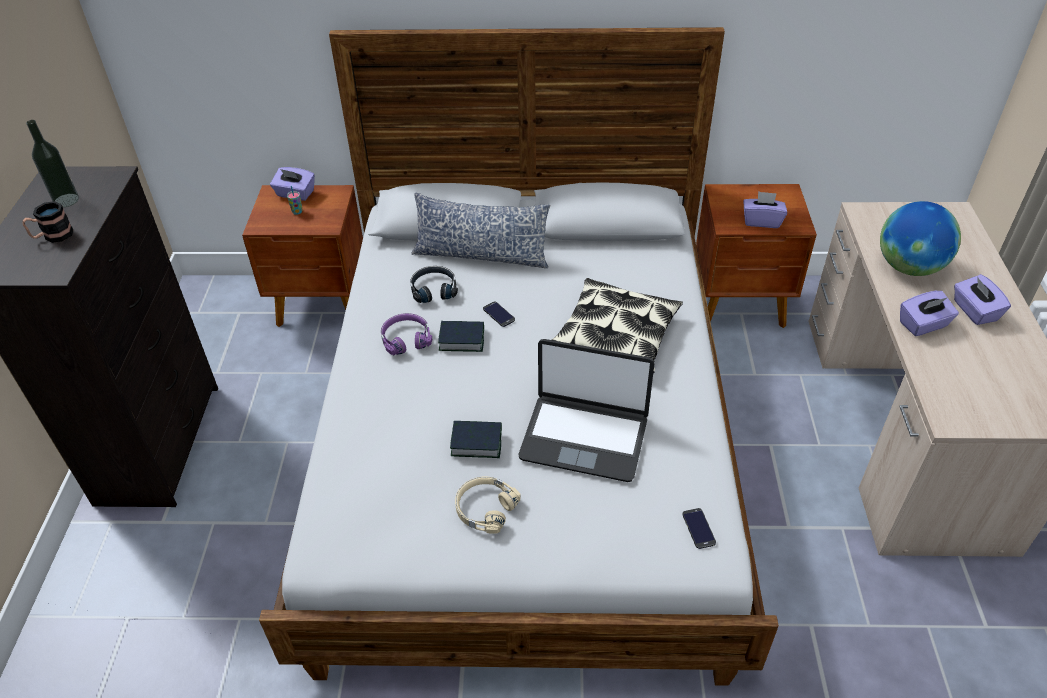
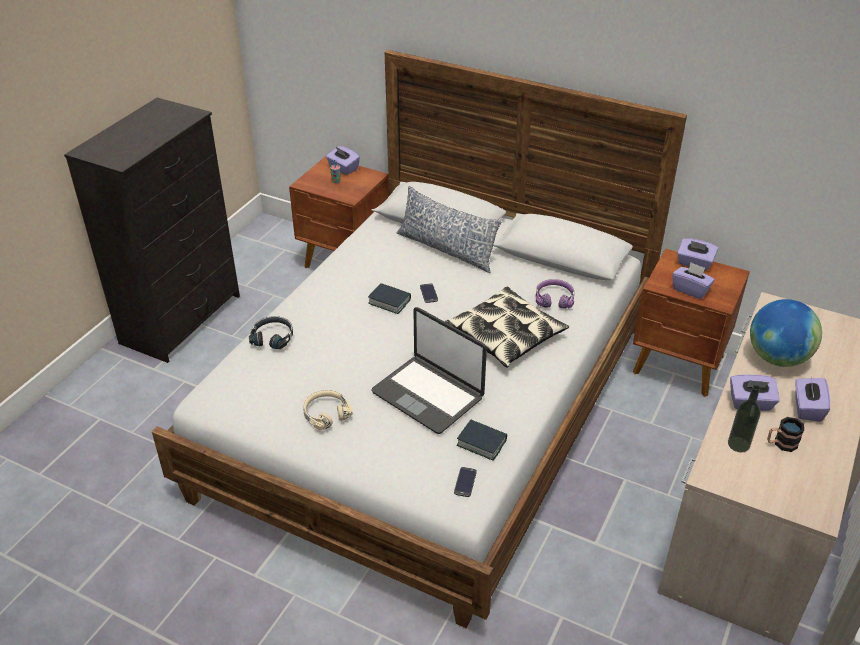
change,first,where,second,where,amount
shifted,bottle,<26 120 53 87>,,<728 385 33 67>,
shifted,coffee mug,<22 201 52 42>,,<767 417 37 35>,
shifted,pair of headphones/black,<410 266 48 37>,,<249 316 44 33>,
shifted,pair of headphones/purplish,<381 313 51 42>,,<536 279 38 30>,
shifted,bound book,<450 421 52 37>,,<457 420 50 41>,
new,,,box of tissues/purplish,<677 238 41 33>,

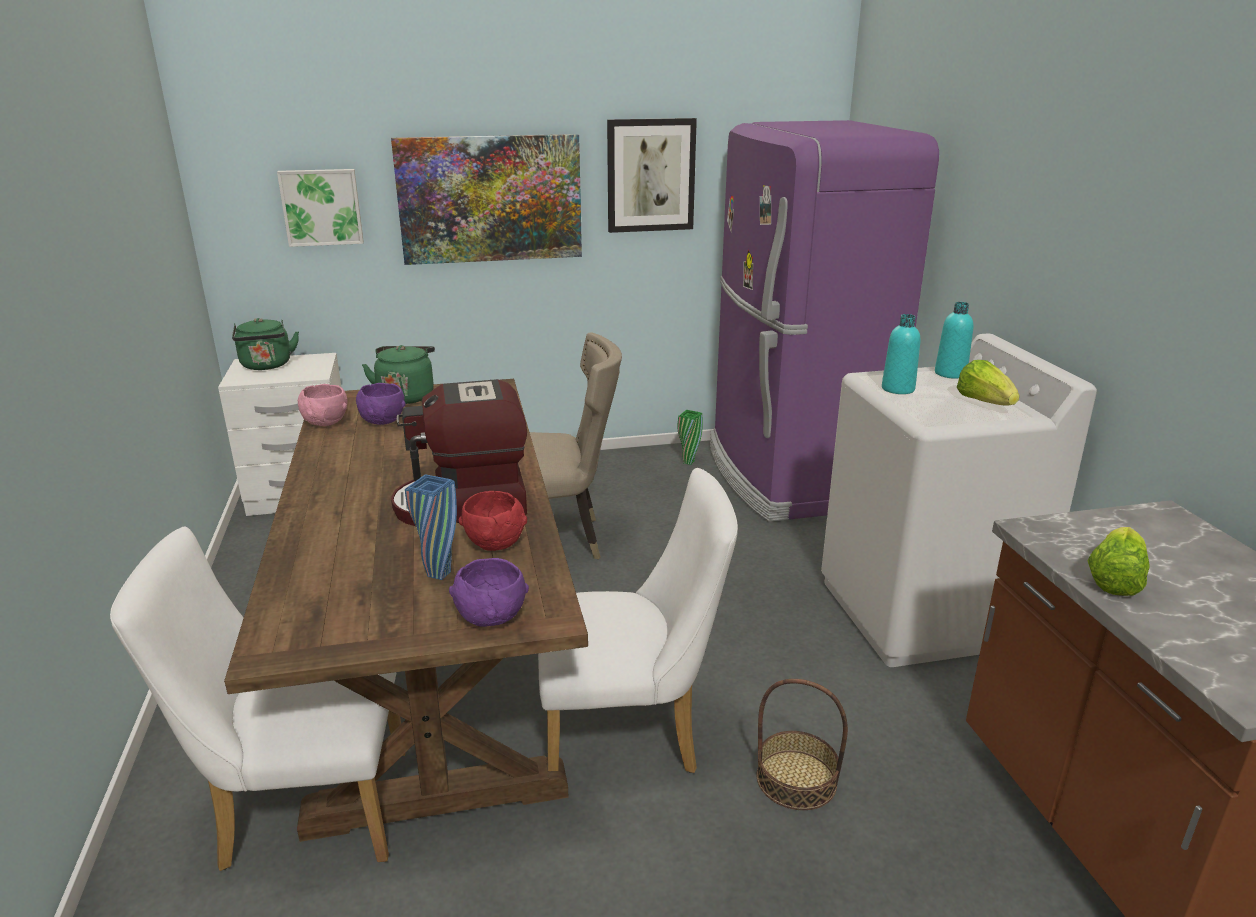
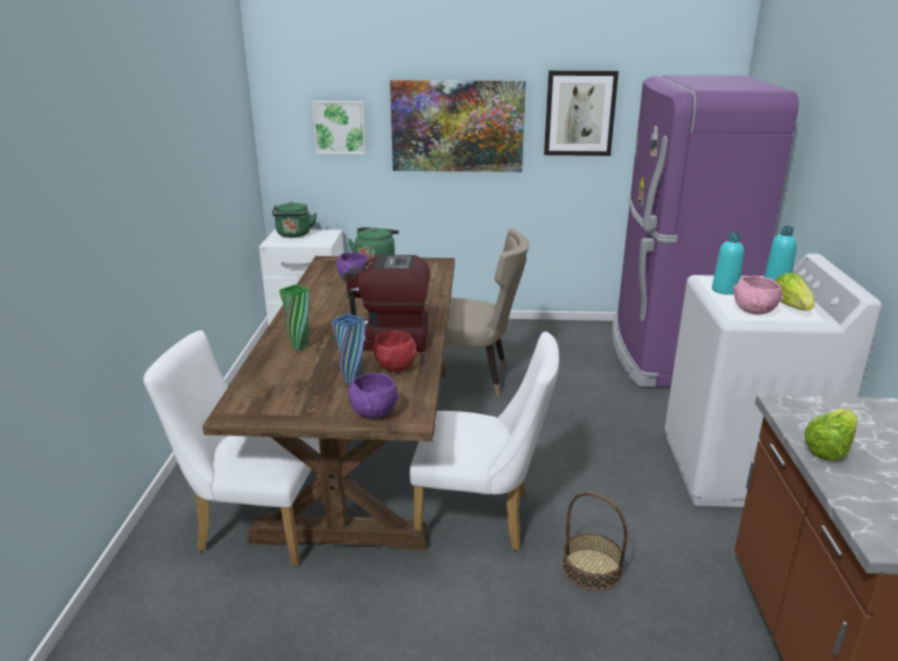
change,first,where,second,where,amount
shifted,deep dish/pink,<298 384 50 42>,,<733 275 51 40>,
shifted,vase/greenish,<678 410 25 55>,,<279 284 30 66>,

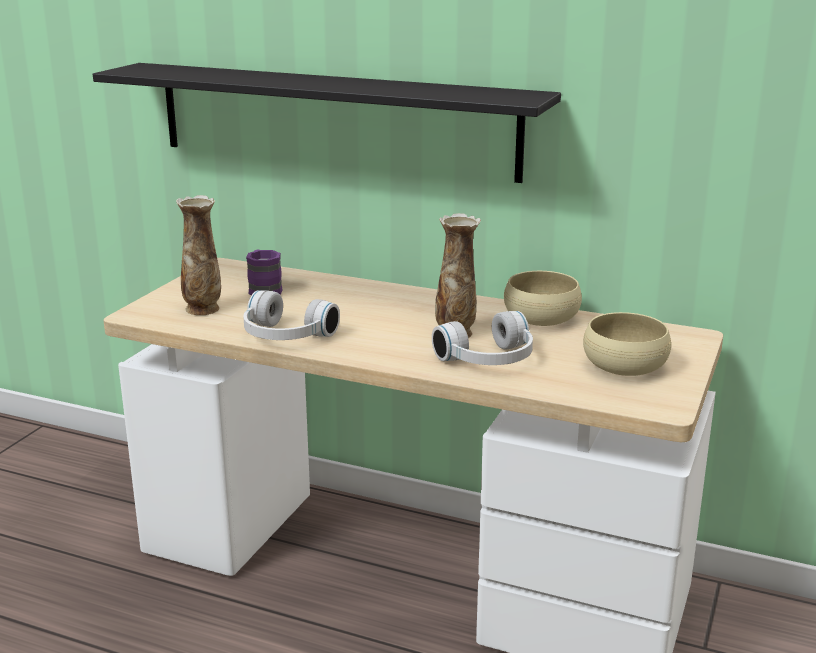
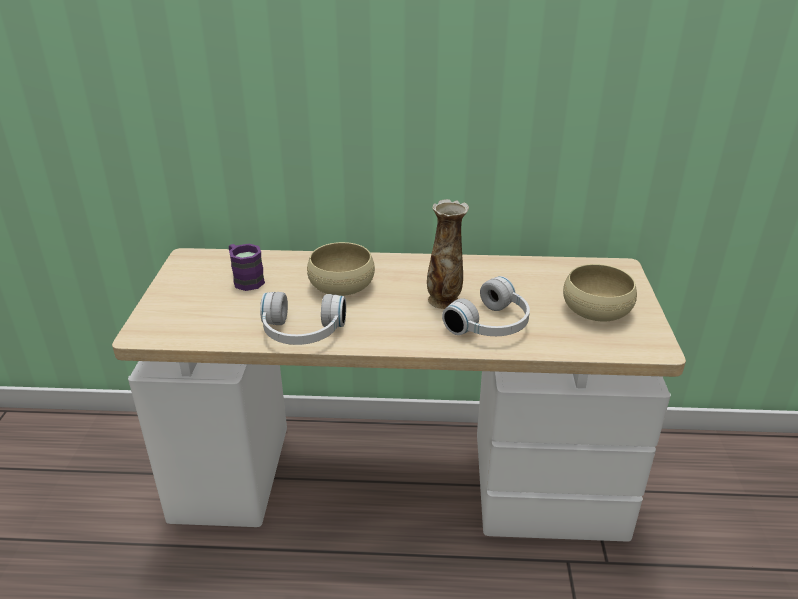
change,first,where,second,where,amount
gone,wall shelf/black,<93 63 468 120>,,,
gone,vase,<176 195 45 120>,,,
shifted,deep dish/sand-coloured,<504 271 78 55>,,<307 242 68 54>,

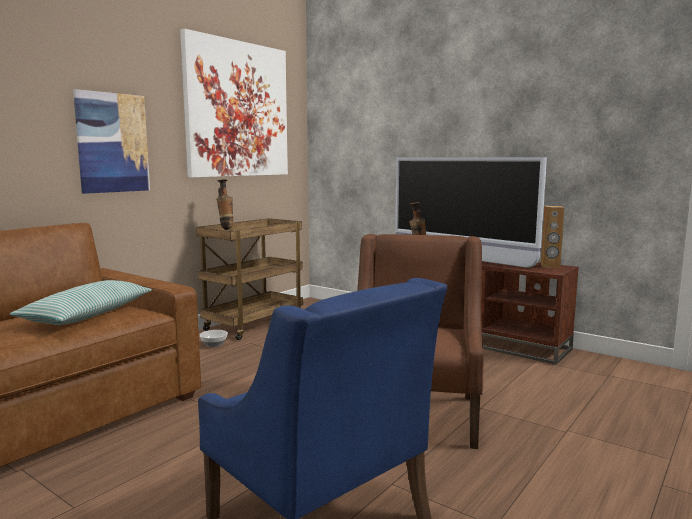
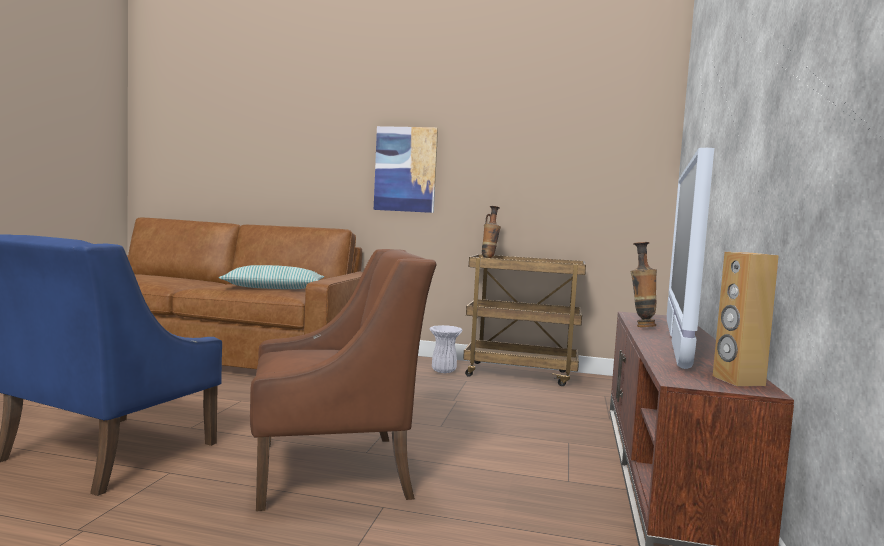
change,first,where,second,where,amount
gone,picture,<180 29 108 149>,,,
swapped,deep dish,<199 330 29 17>,vase/whitish,<430 325 33 48>,

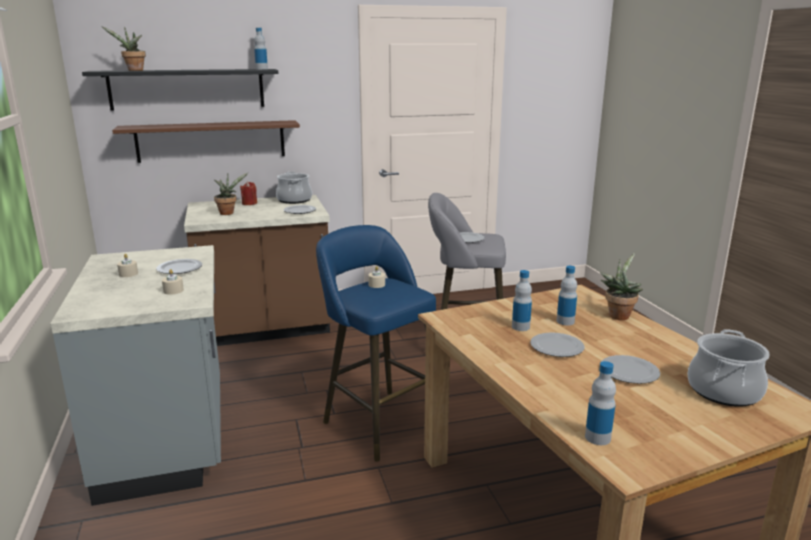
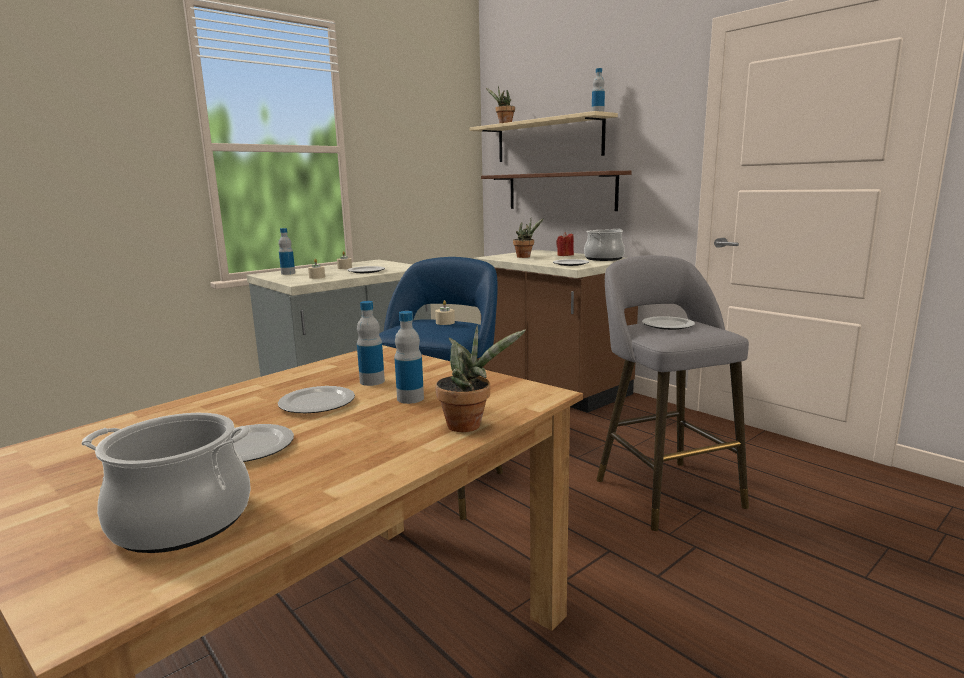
change,first,where,second,where,amount
repainted,wall shelf/black,<82 69 196 42>,wall shelf/sand-coloured,<469 111 149 51>,
shifted,bottle,<585 361 31 84>,,<279 228 16 47>,

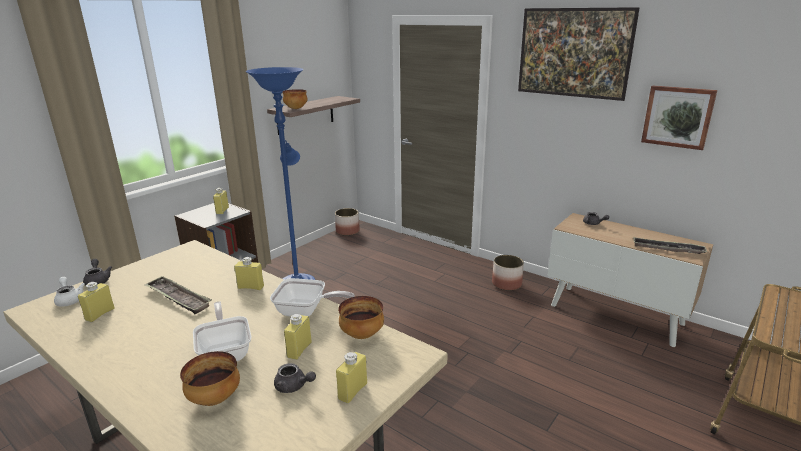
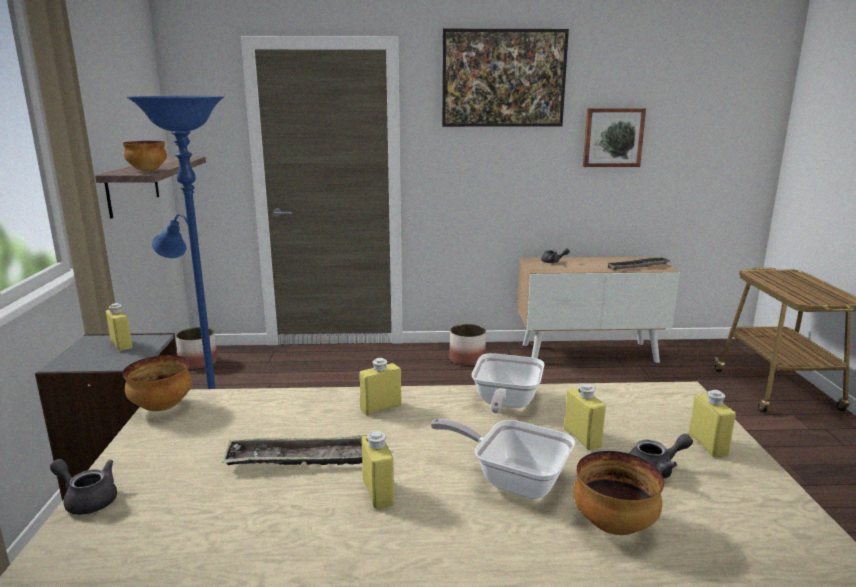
change,first,where,second,where,amount
gone,tea pot/whitish,<54 277 31 30>,,,
rotated,frying pan,<270 278 85 39>,,<472 353 72 61>,135 degrees clockwise
shifted,bottle/yellowish,<78 282 37 40>,,<362 431 32 78>,
shifted,deep dish,<338 296 46 43>,,<123 355 69 56>,

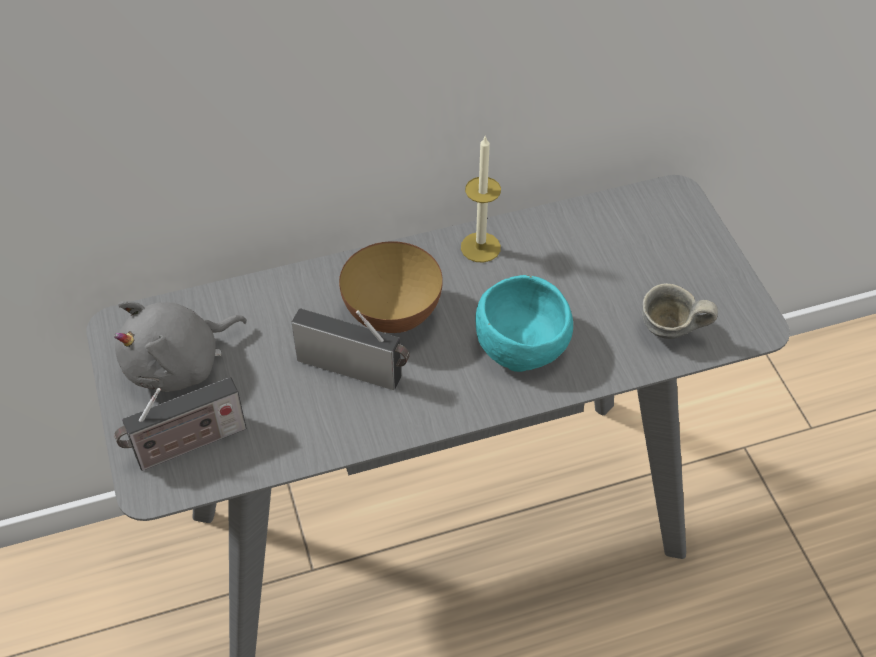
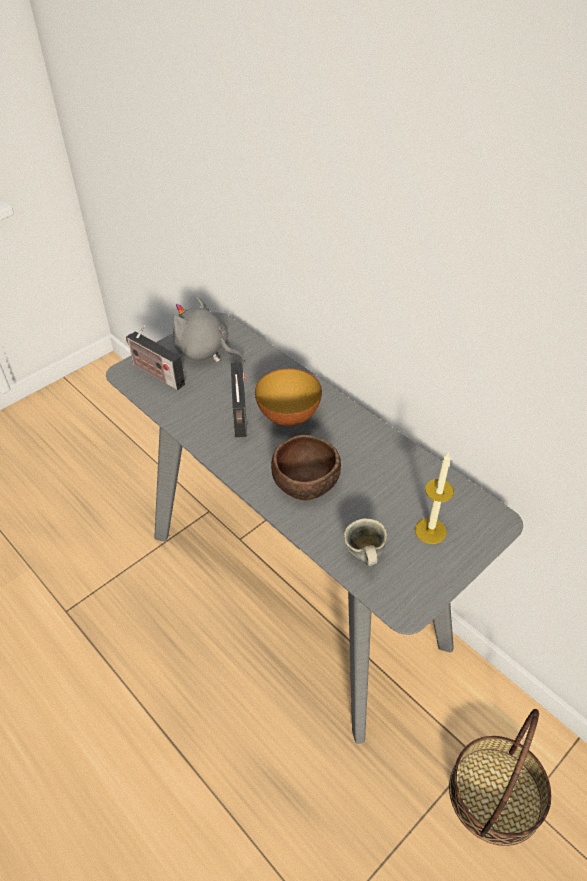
change,first,where,second,where,amount
shifted,wax light,<461 135 40 128>,,<415 452 39 92>,
repainted,deep dish/turquoise,<475 275 98 97>,deep dish/brownish,<271 435 70 66>,
new,,,storage basket,<449 709 102 137>,

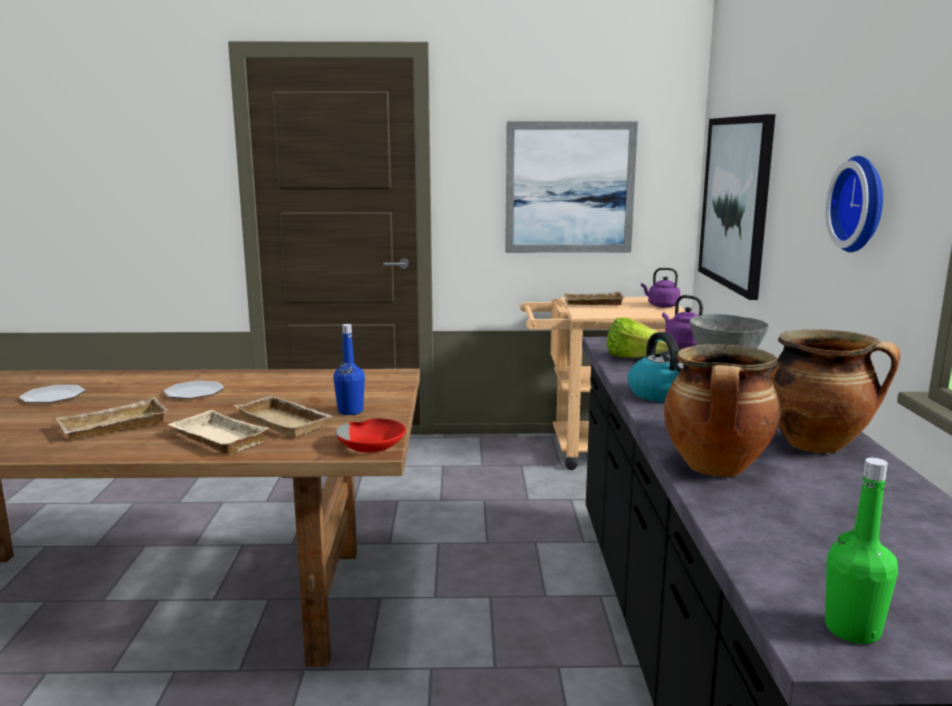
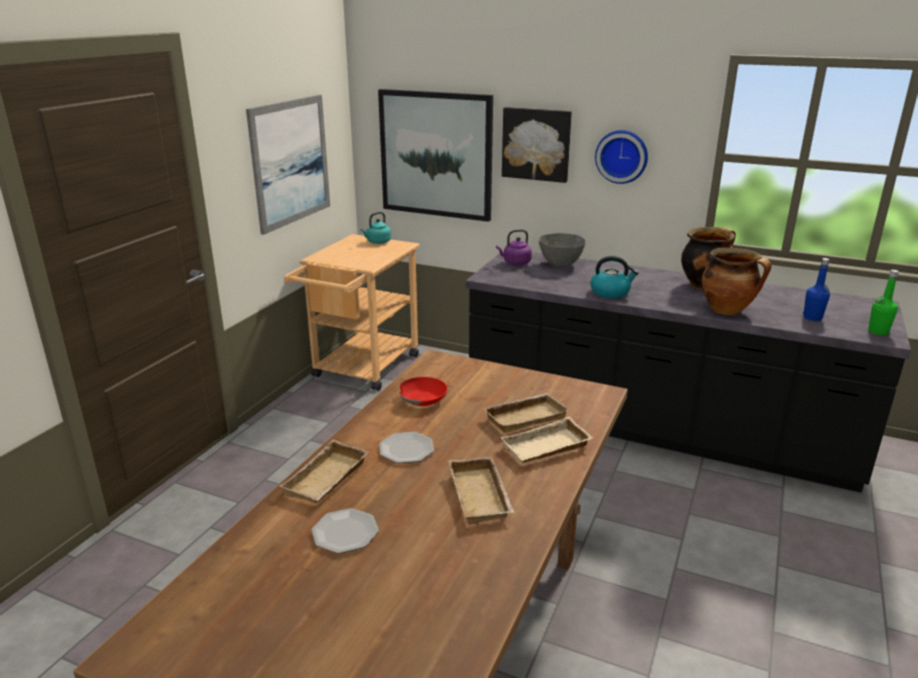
change,first,where,second,where,amount
repainted,tea kettle/purplish,<641 268 39 40>,tea kettle/turquoise,<361 212 30 32>,
shifted,tray/sand-coloured,<564 291 61 15>,,<280 439 89 64>,
gone,lettuce head,<607 318 62 40>,,,
shifted,bottle/blue,<333 324 32 91>,,<803 258 27 63>,
shifted,deep dish/red,<336 418 70 35>,,<399 377 49 29>,
new,,,picture,<502 107 70 76>,

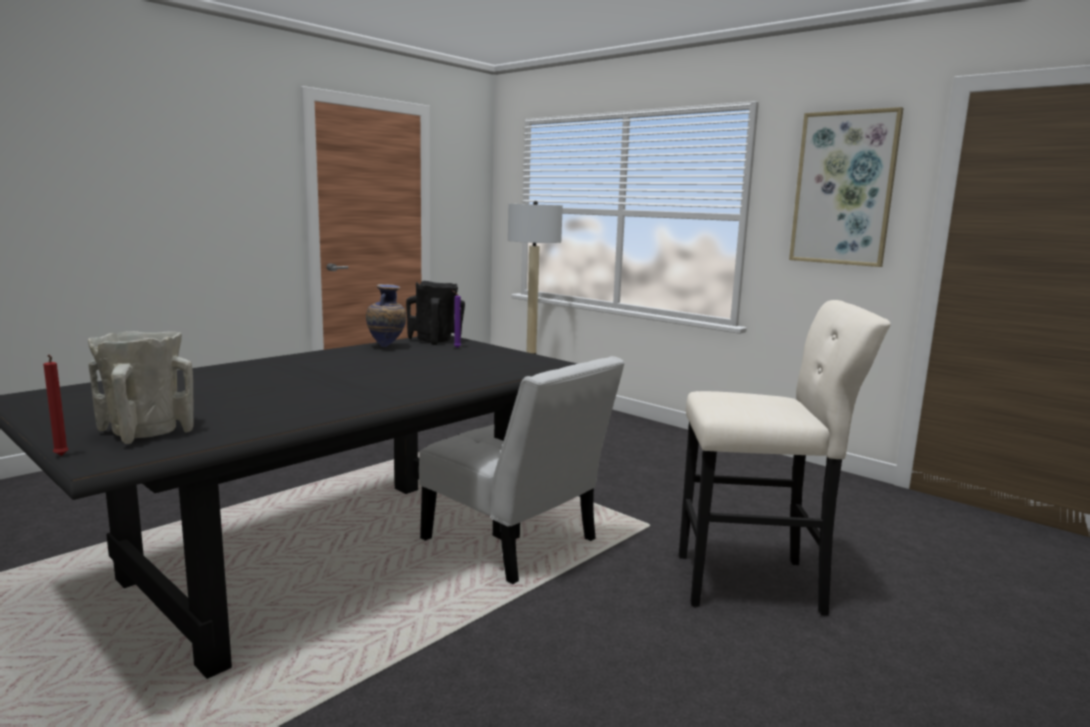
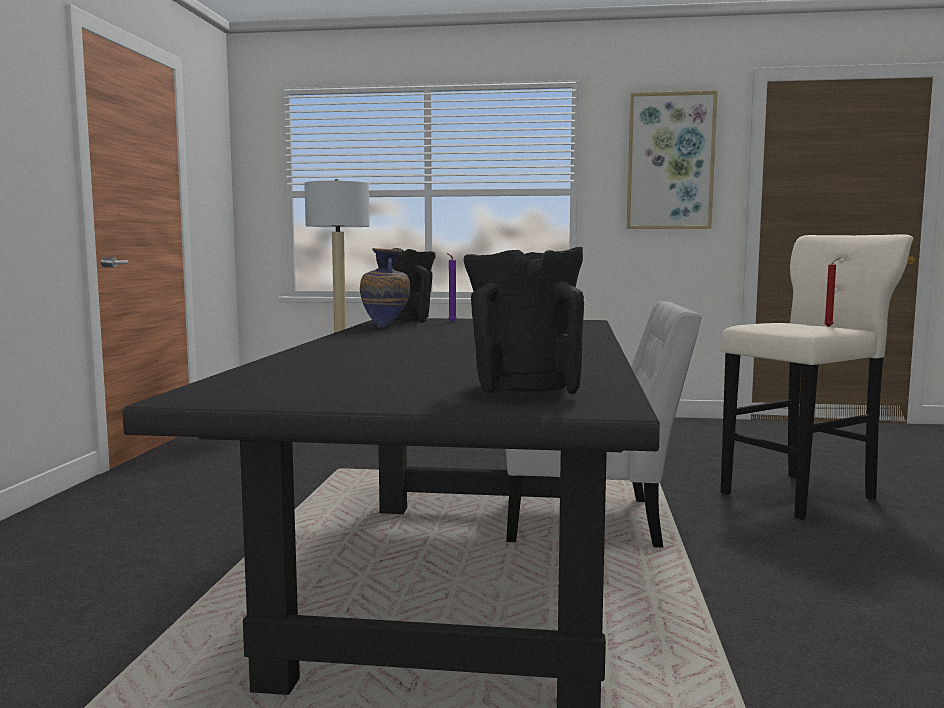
change,first,where,second,where,amount
repainted,vase/sand-coloured,<88 331 106 113>,vase/black,<464 246 120 148>,
shifted,wax light/red,<43 355 26 101>,,<824 258 16 69>,

